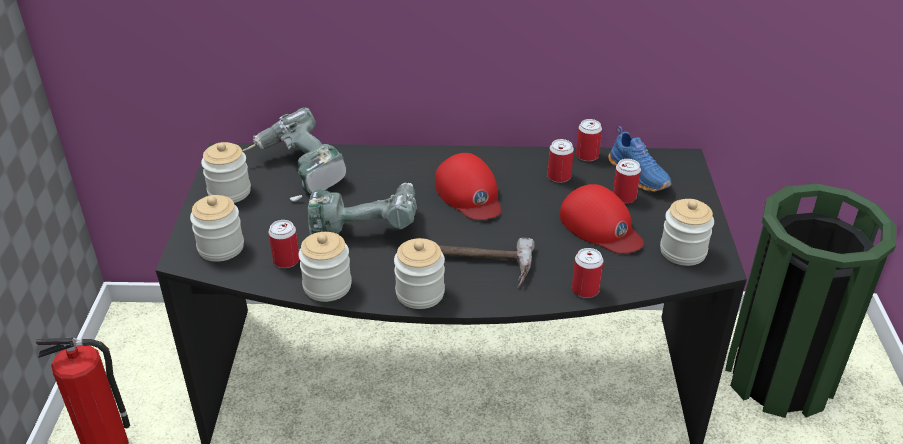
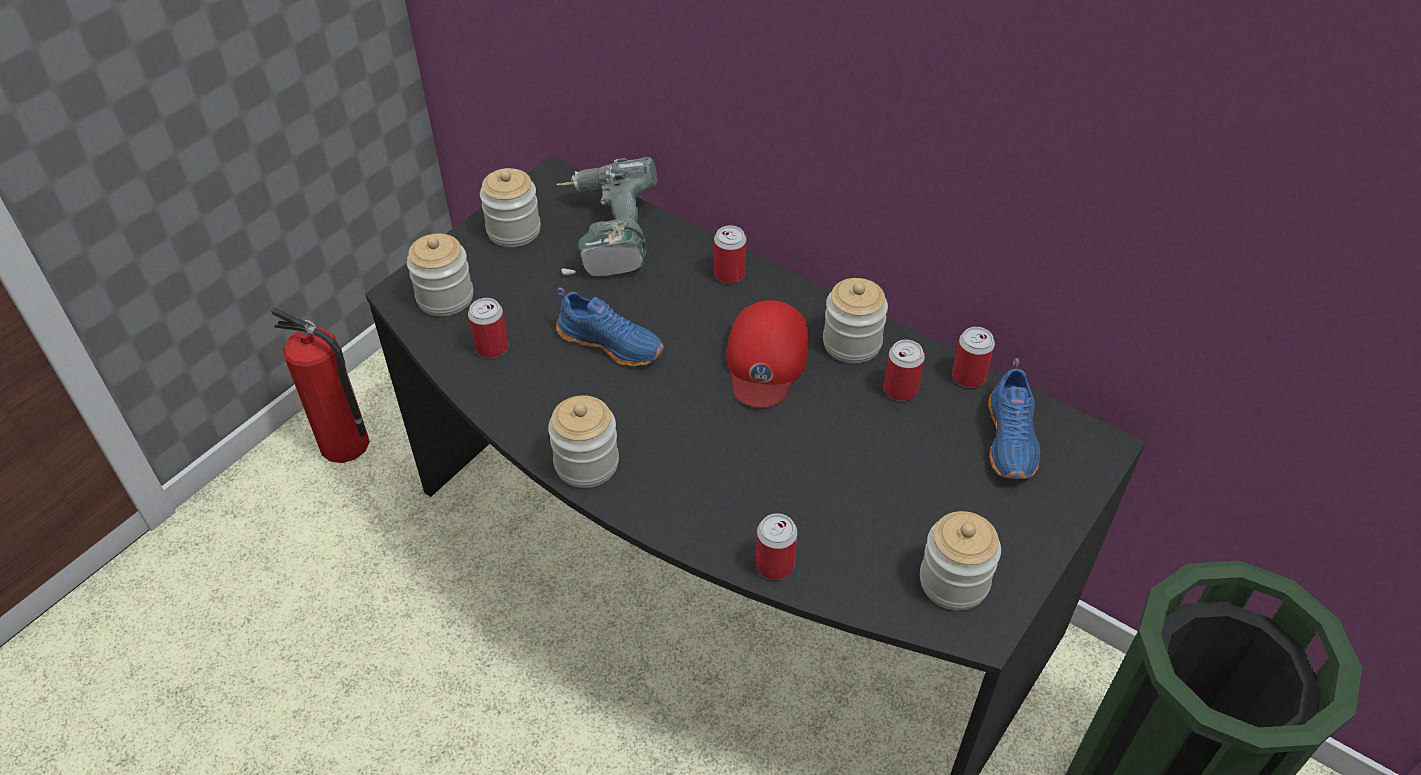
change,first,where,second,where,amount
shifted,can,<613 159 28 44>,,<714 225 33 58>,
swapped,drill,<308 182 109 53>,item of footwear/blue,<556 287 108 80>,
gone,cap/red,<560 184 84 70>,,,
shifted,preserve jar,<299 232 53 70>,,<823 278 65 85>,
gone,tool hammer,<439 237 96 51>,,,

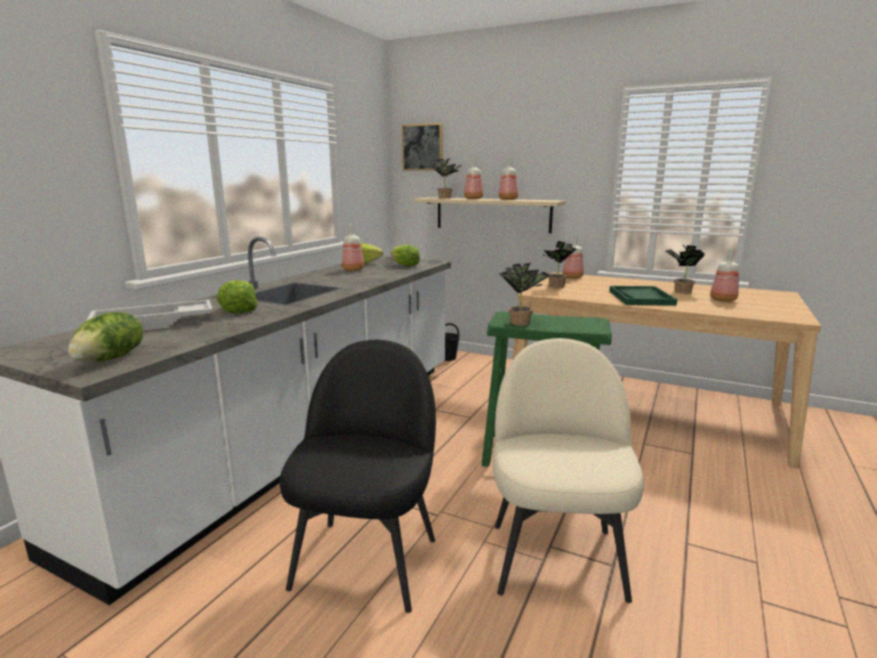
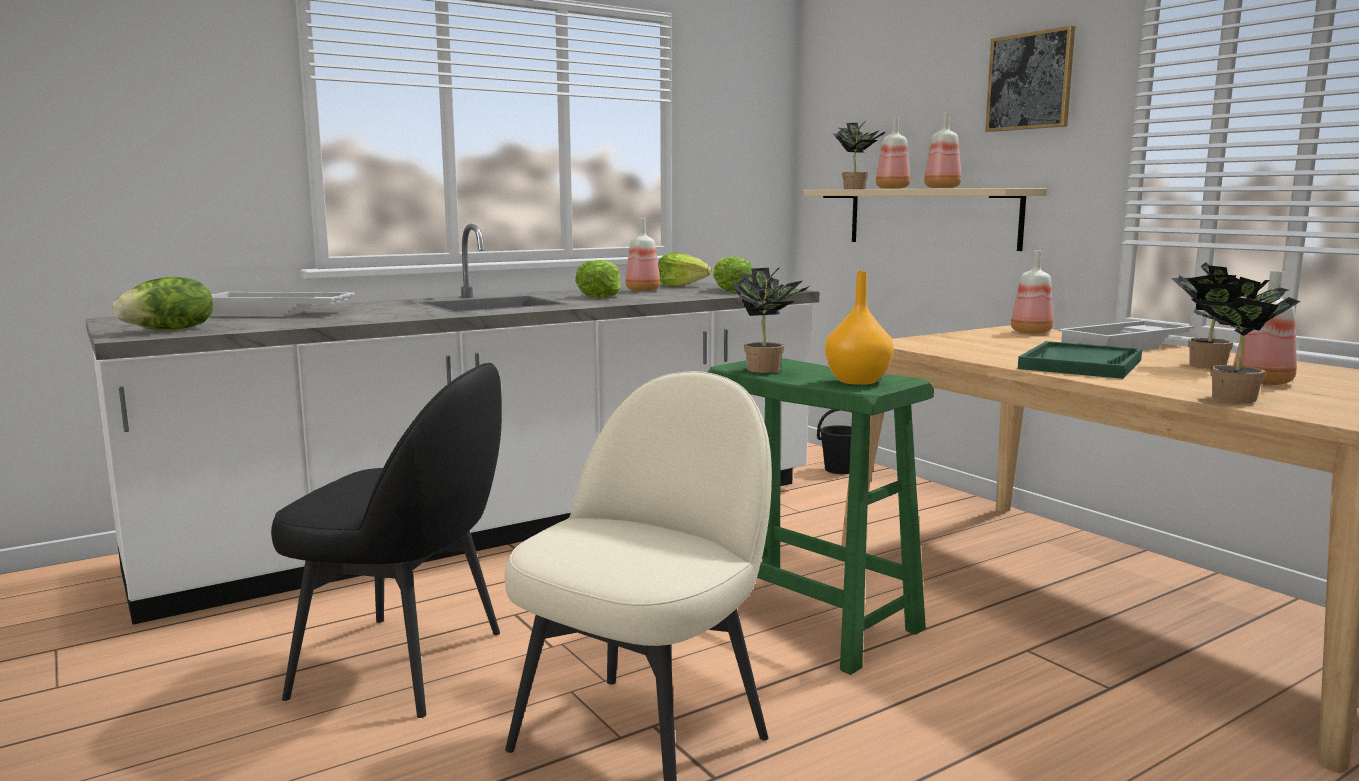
change,first,where,second,where,amount
shifted,picture,<402 123 40 47>,,<985 25 90 107>,
shifted,houseplant,<542 241 35 47>,,<1192 277 108 126>,
shifted,lettuce head,<217 280 41 33>,,<575 260 46 37>,
rotated,plain chair/black,<280 340 156 273>,,<271 363 231 355>,60 degrees clockwise
new,,,vase/orange,<825 271 69 114>,
new,,,tray/whitish,<1058 320 136 31>,

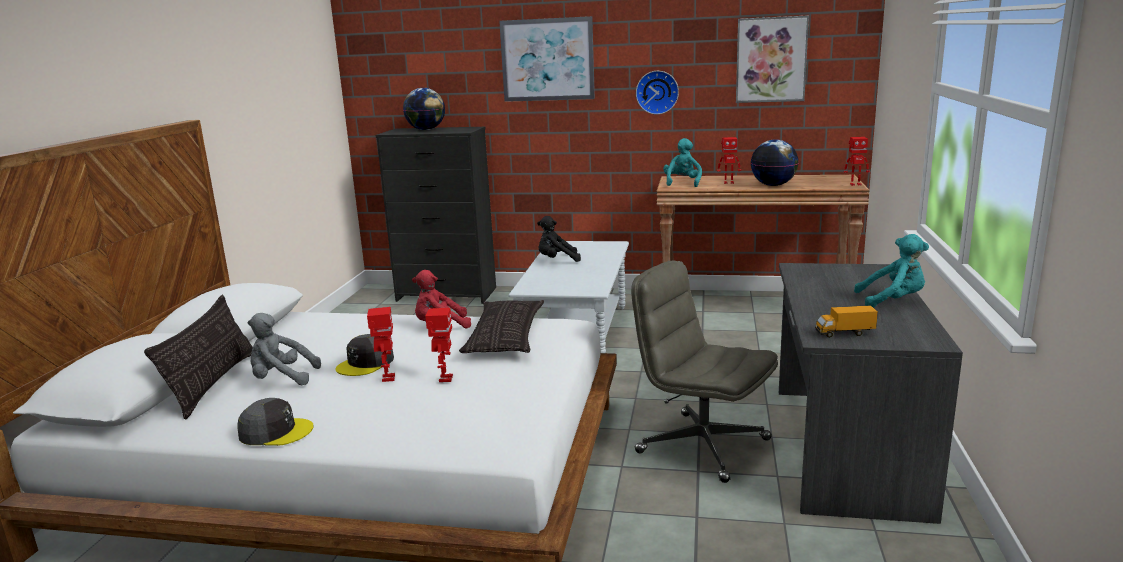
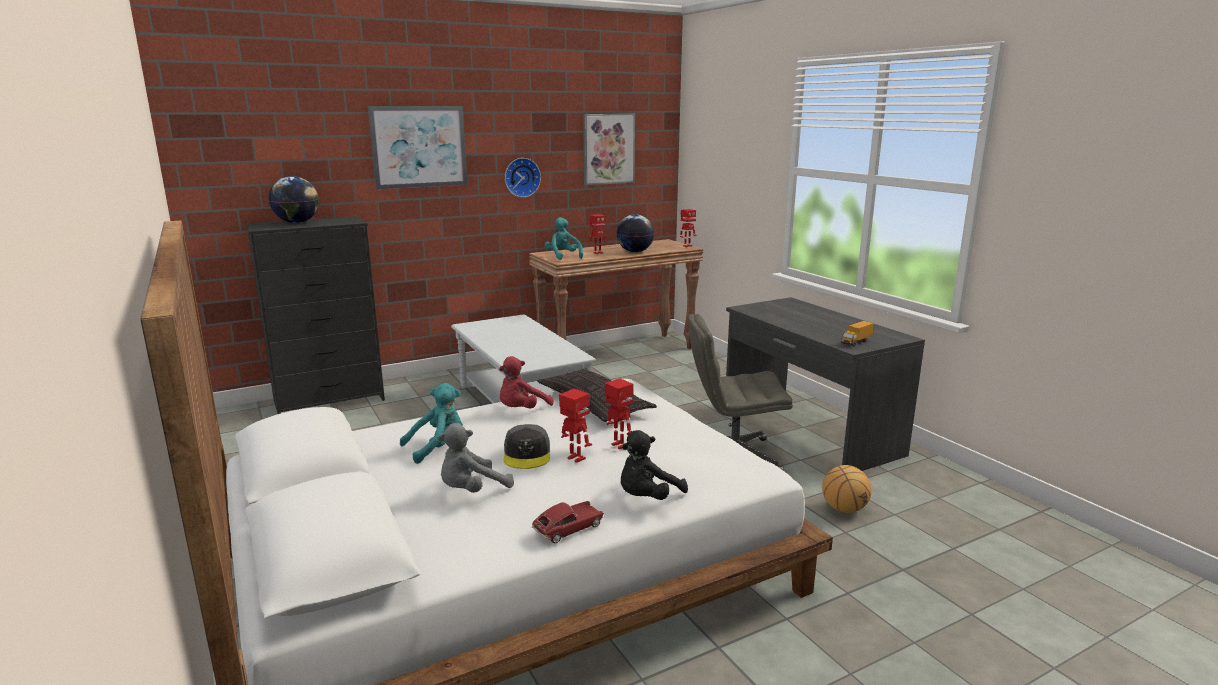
change,first,where,second,where,amount
shifted,plush toy/black,<537 216 44 46>,,<621 430 67 70>,
shifted,plush toy/turquoise,<854 234 75 74>,,<400 383 63 81>,
gone,throw pillow,<144 295 109 124>,,,
swapped,cap/gray,<237 398 77 48>,miniature car,<532 501 72 42>,
new,,,basketball ball,<822 465 50 48>,

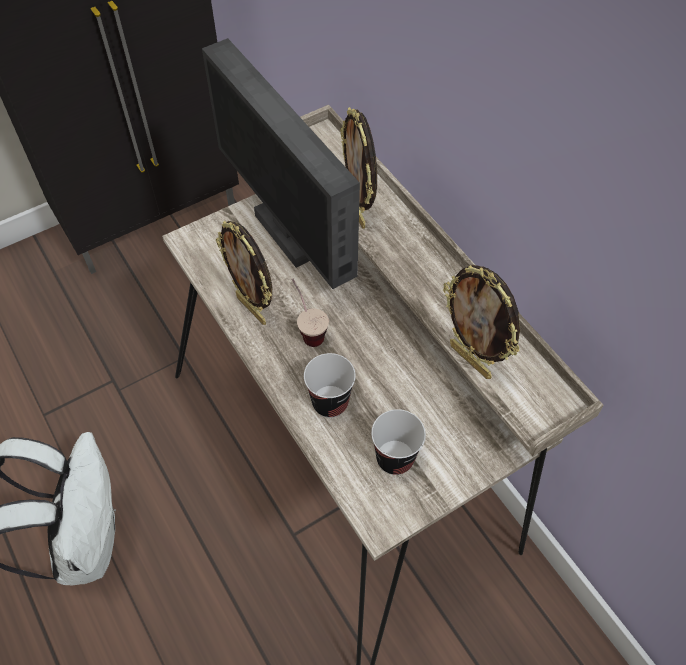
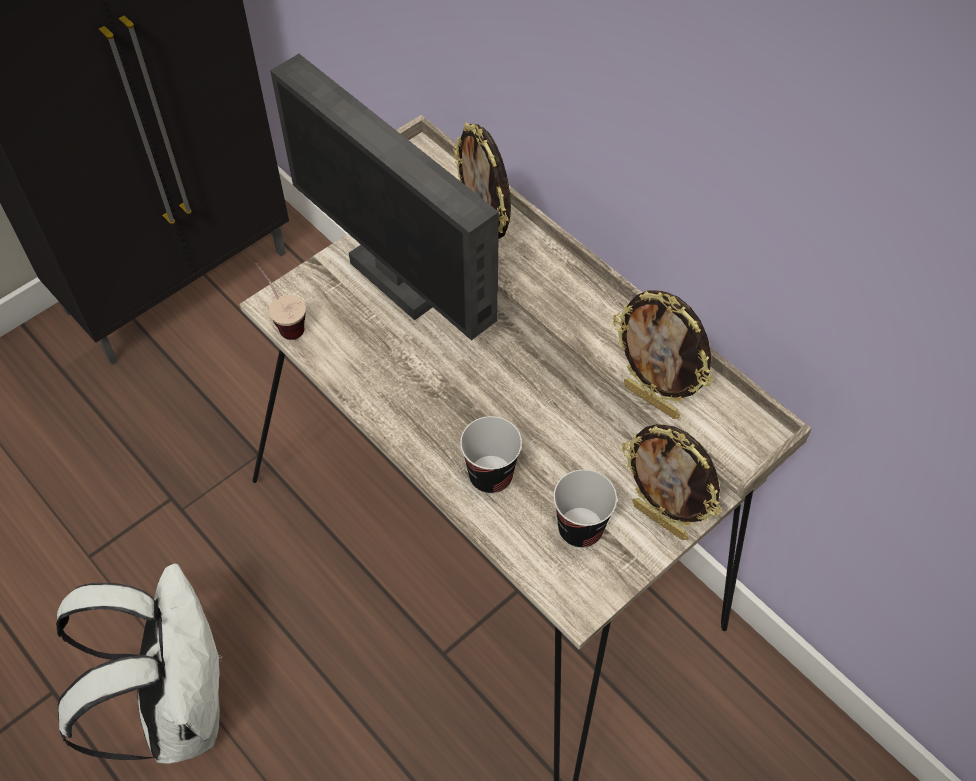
change,first,where,second,where,amount
shifted,photo frame,<216 221 56 104>,,<622 424 100 116>,
shifted,small cup,<292 279 37 68>,,<256 263 50 77>,

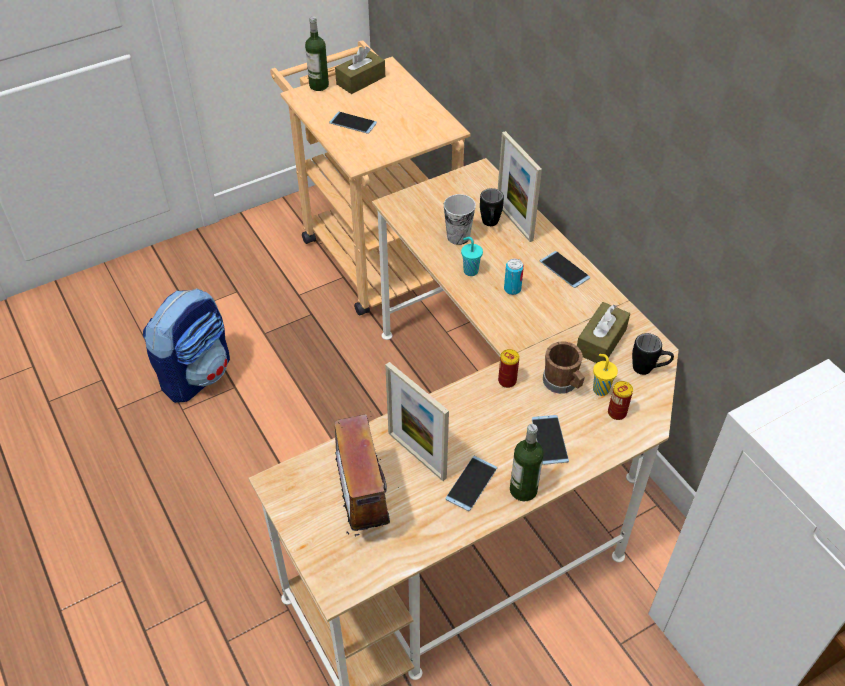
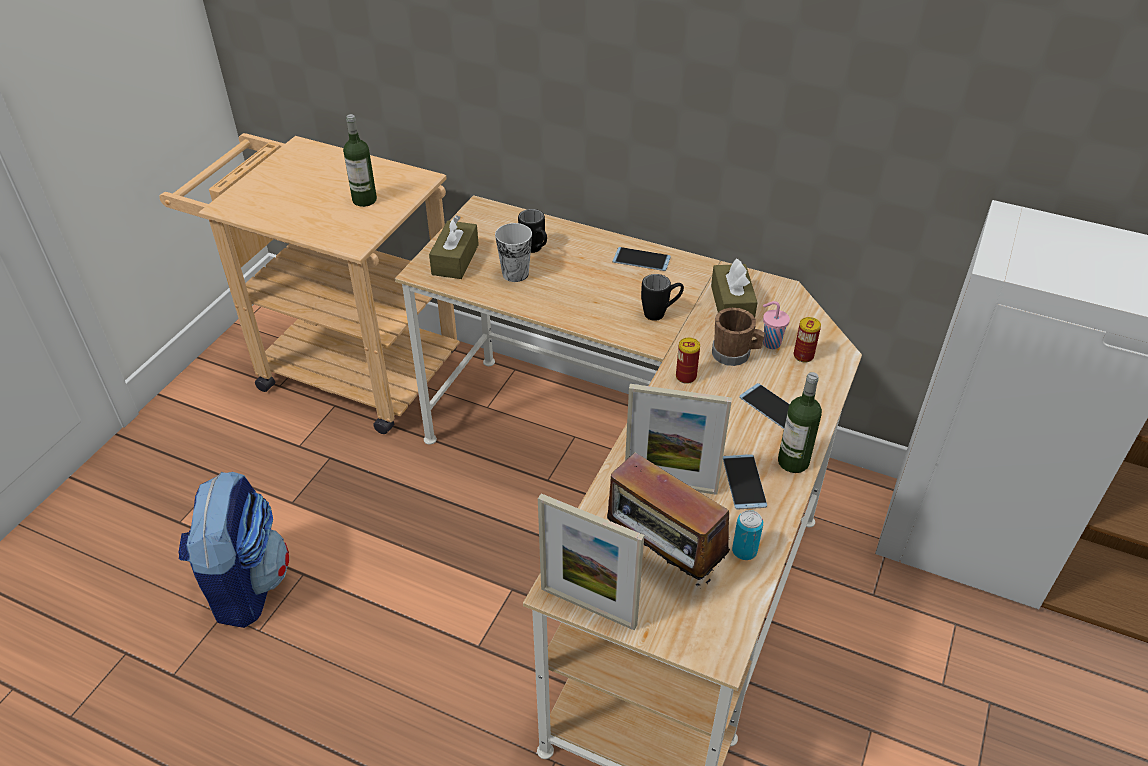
change,first,where,second,where,amount
shifted,bottle,<305 16 24 75>,,<343 114 34 93>,
shifted,box of tissues/brownish,<335 46 50 48>,,<429 215 50 64>,
gone,handset,<329 112 48 22>,,,
shifted,photo frame,<498 131 44 111>,,<538 493 106 137>,
gone,small cup/turquoise,<461 237 22 39>,,,
shifted,can,<504 259 20 36>,,<732 510 31 50>,
shifted,coffee mug/black,<632 333 42 42>,,<641 274 43 47>,
repainted,small cup/yellowish,<593 354 25 42>,small cup/pink,<763 301 27 48>,

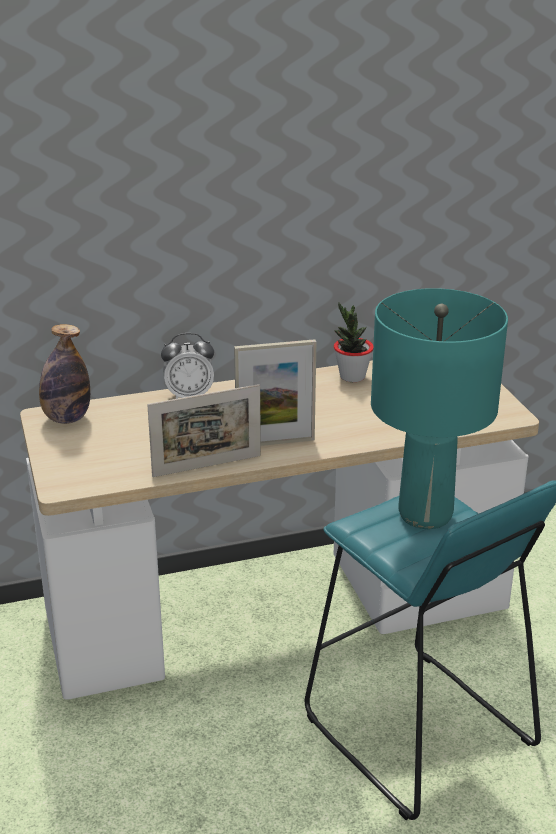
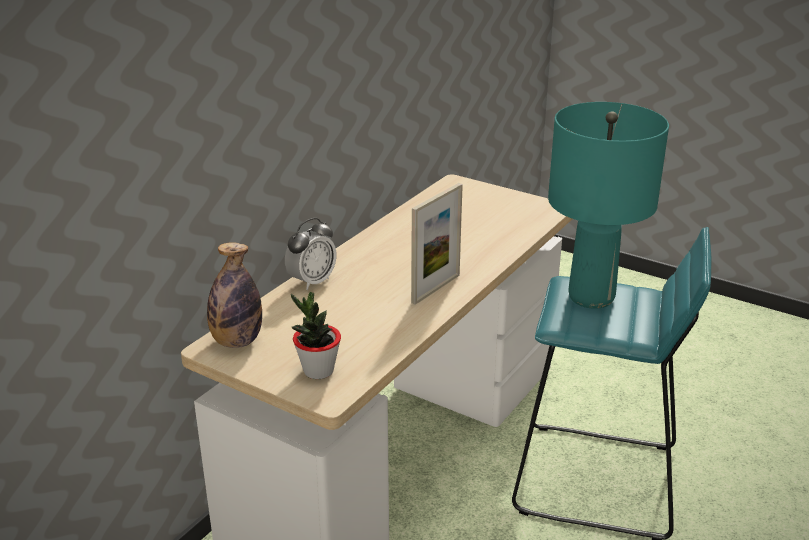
change,first,where,second,where,amount
shifted,houseplant,<334 303 39 79>,,<291 292 50 87>,
gone,photo frame,<147 384 114 93>,,,

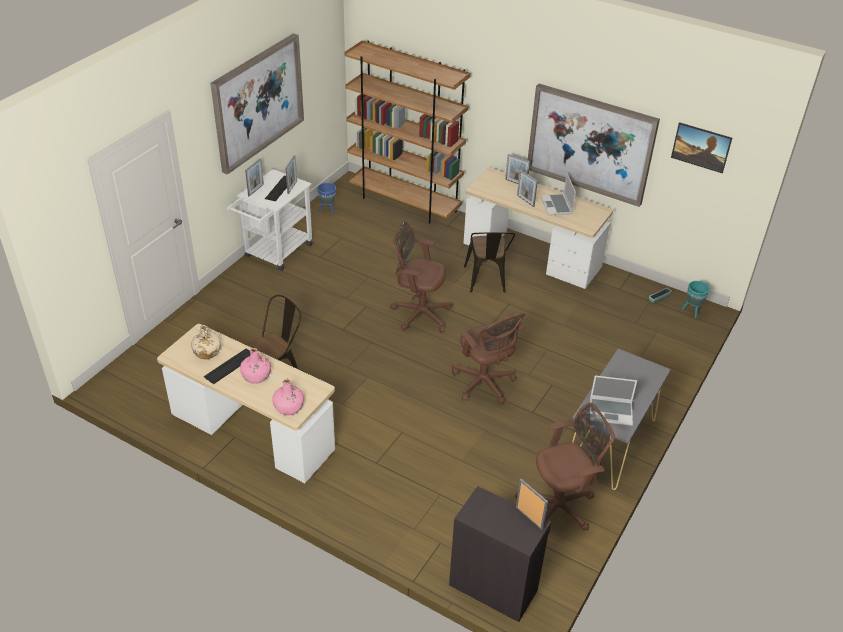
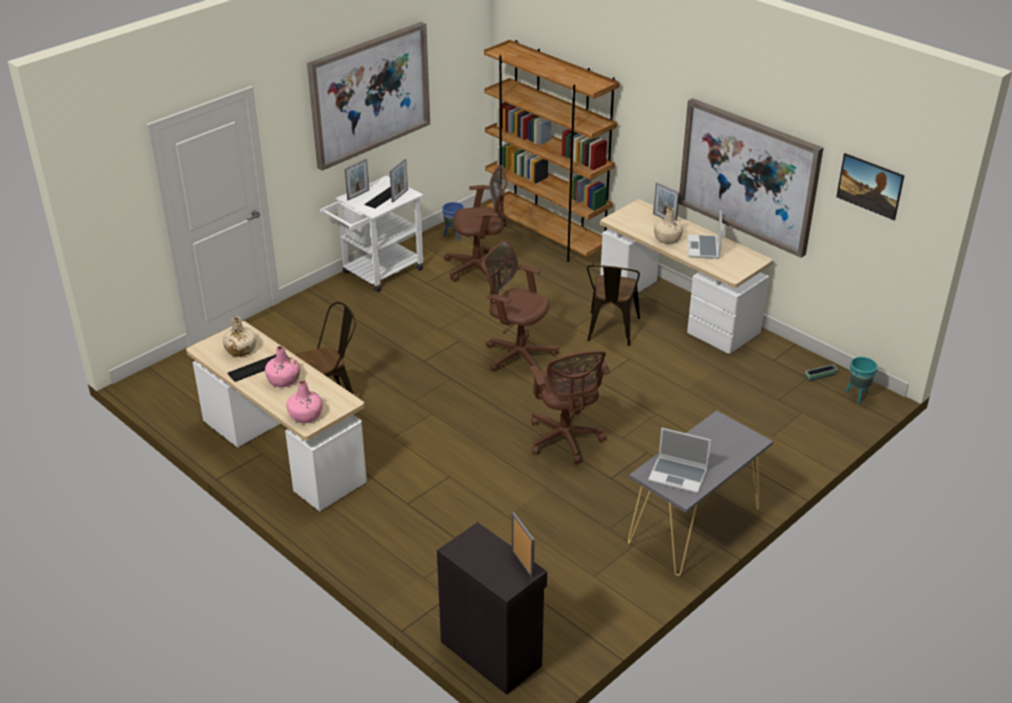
change,first,where,second,where,amount
swapped,photo frame,<517 170 21 37>,bottle/sand-coloured,<654 208 29 36>,
shifted,desk chair/brownish,<515 403 100 128>,,<444 165 64 119>,

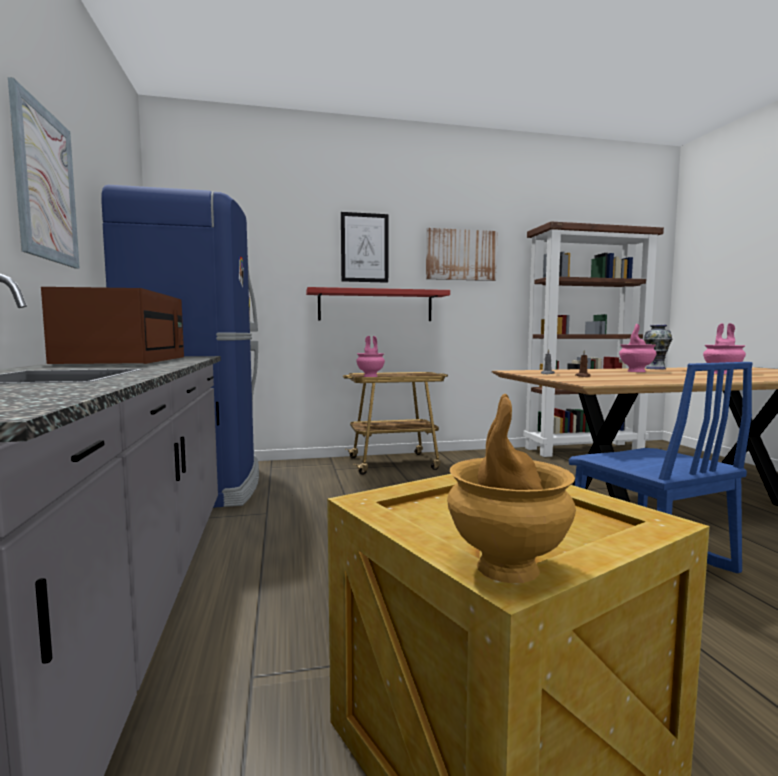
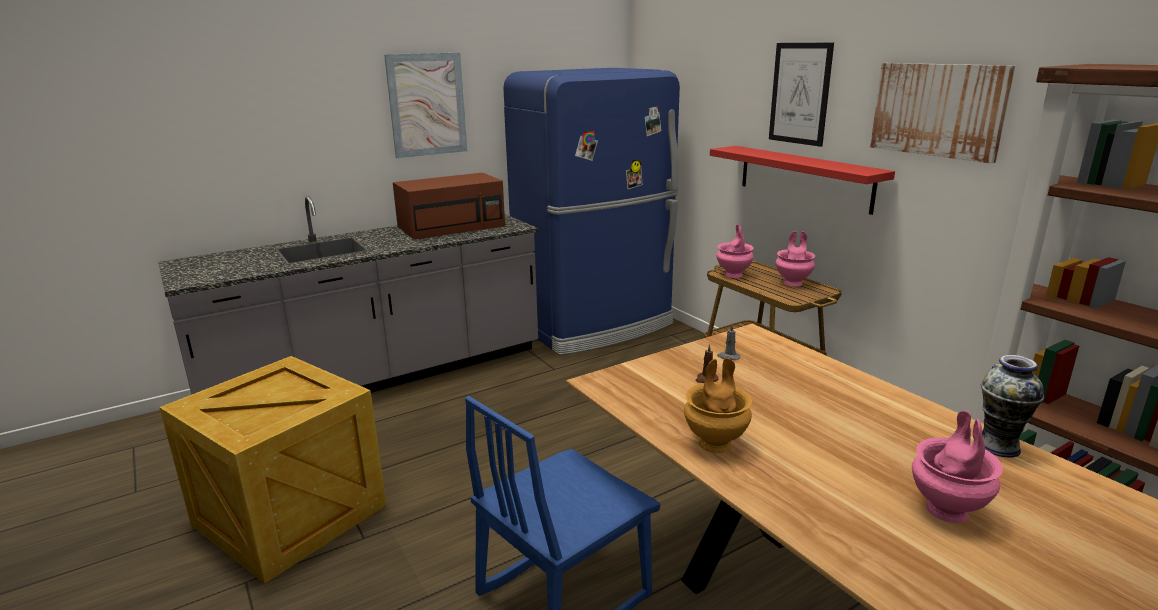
change,first,where,second,where,amount
shifted,vase/pink,<619 324 38 48>,,<775 231 40 55>,
shifted,vase/brownish,<447 394 129 189>,,<684 358 68 95>,

